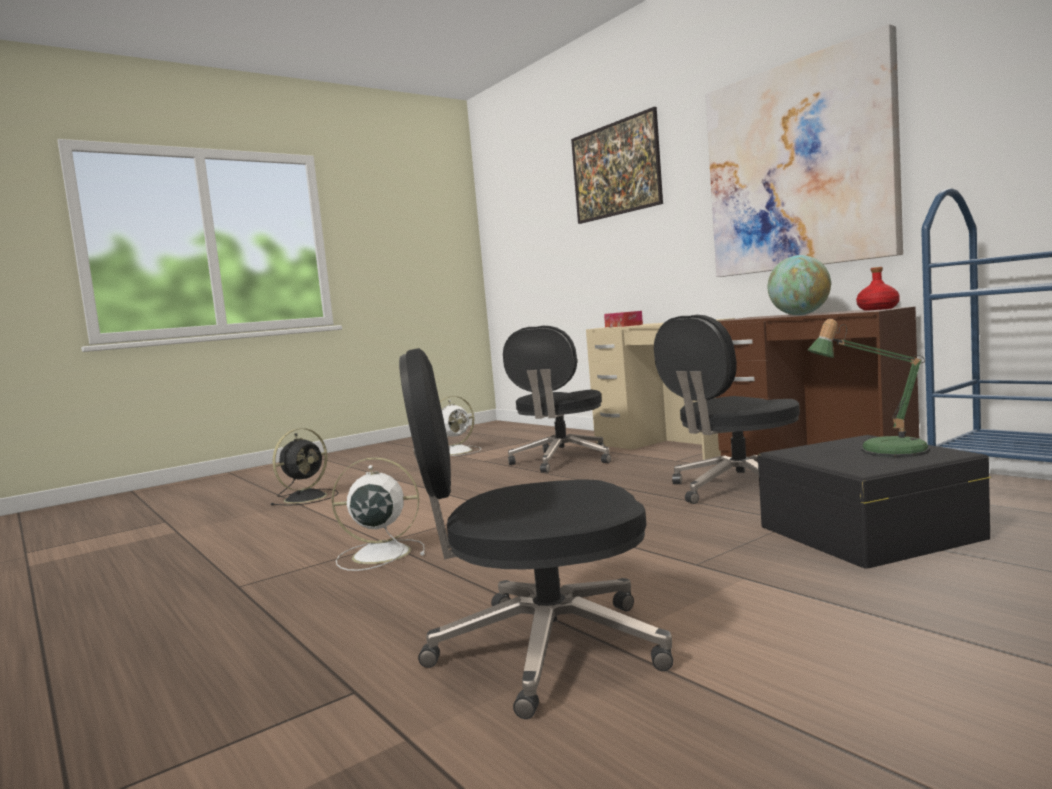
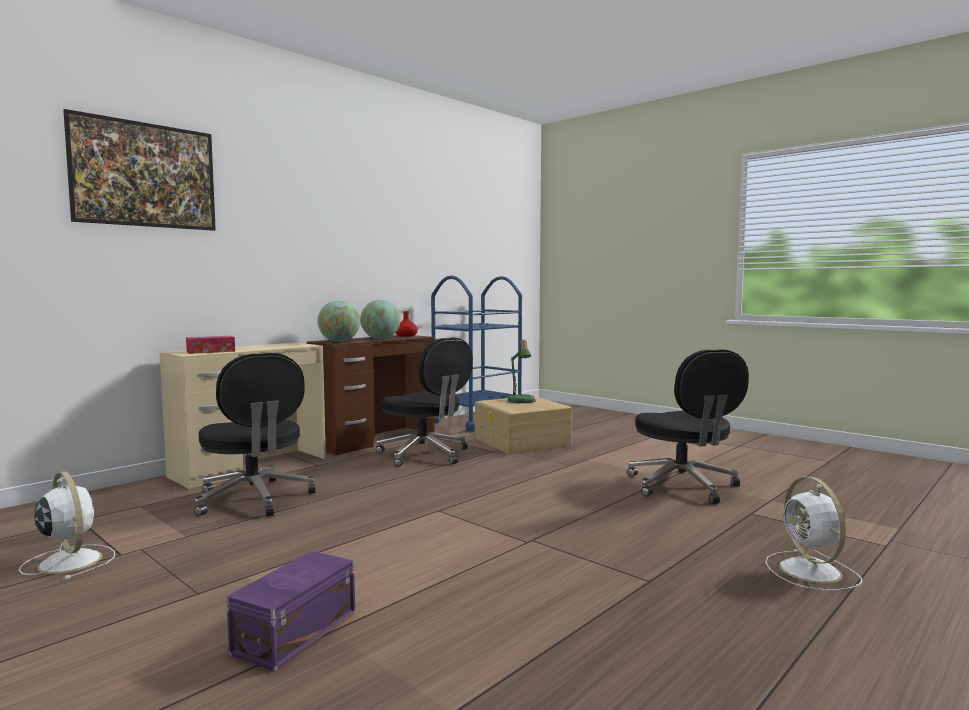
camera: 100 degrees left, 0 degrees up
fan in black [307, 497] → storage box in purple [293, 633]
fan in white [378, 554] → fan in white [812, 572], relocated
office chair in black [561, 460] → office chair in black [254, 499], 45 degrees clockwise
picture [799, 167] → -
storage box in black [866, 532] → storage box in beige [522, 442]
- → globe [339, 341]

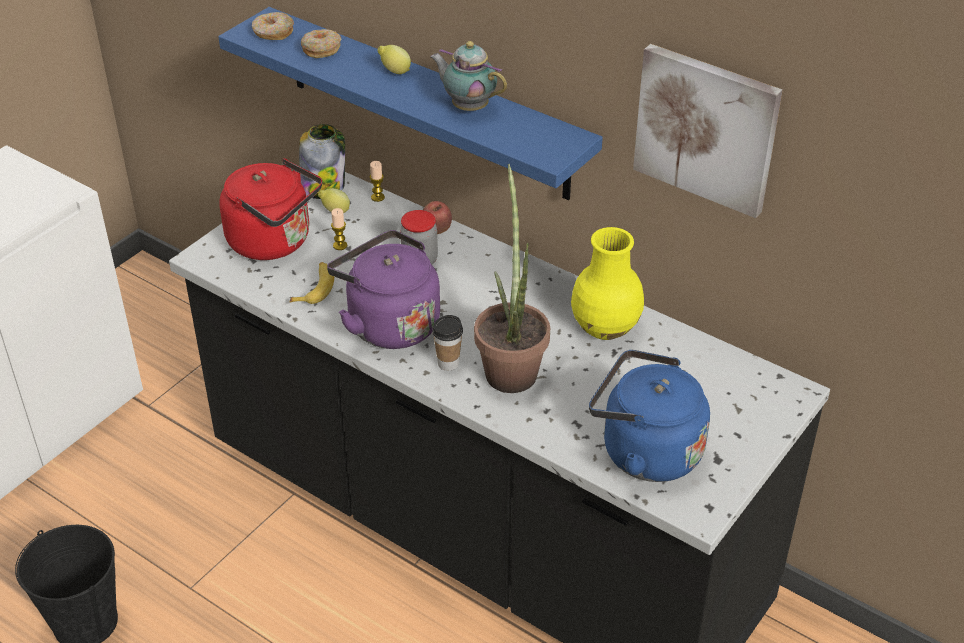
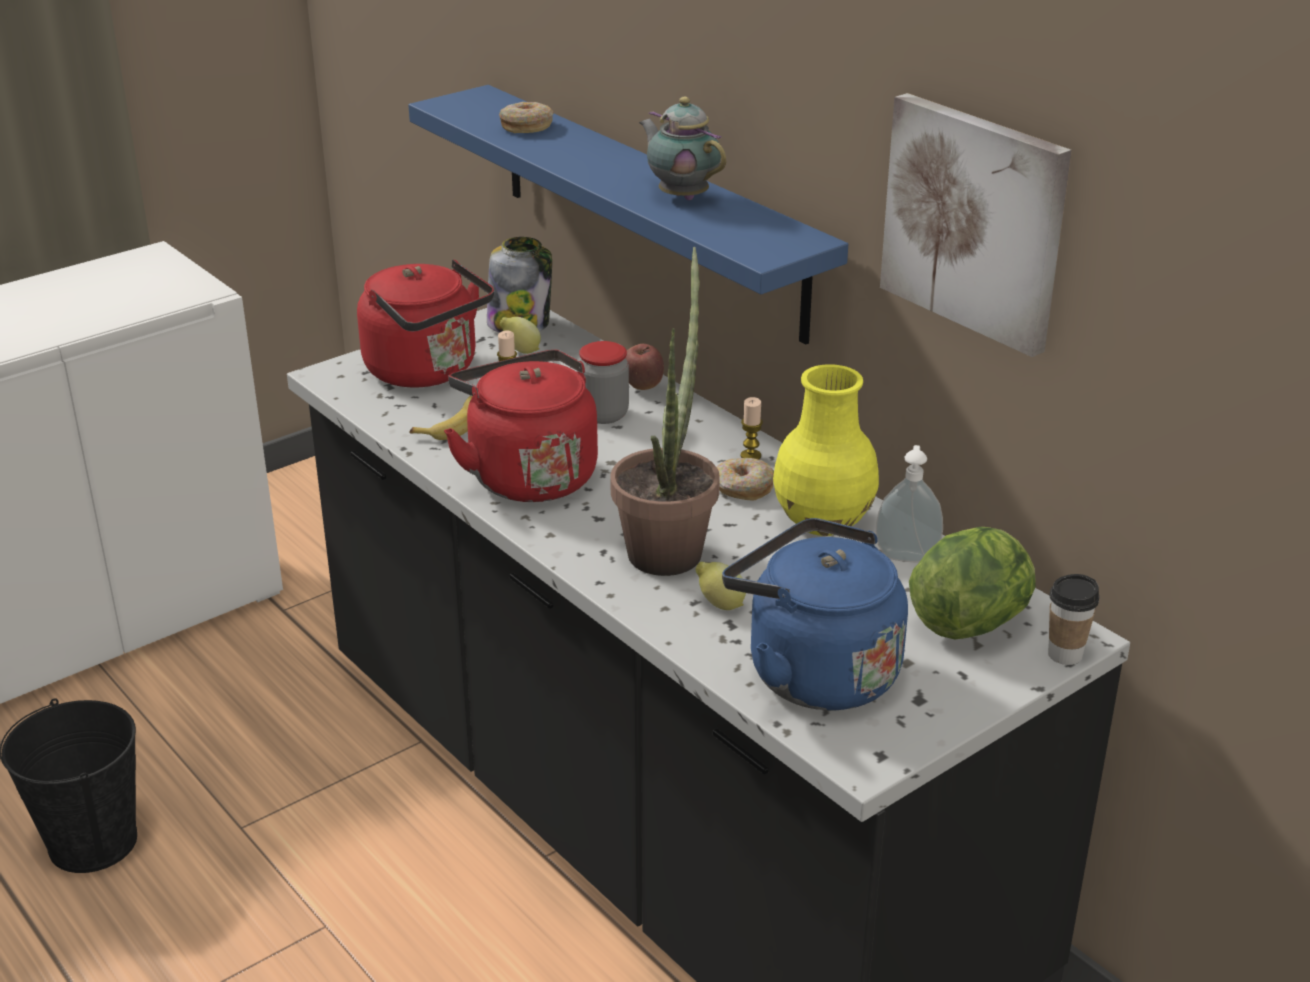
camera: 15 degrees right, 10 degrees down
donut [273, 33] → donut [742, 488], relocated
kettle in purple [389, 323] → kettle in red [528, 475]
candle [377, 197] → candle [750, 456], relocated
lemon [394, 72] → lemon [719, 604], relocated
cup [448, 363] → cup [1065, 655], relocated
- → soap dispenser [906, 555]
- → lettuce [972, 622]

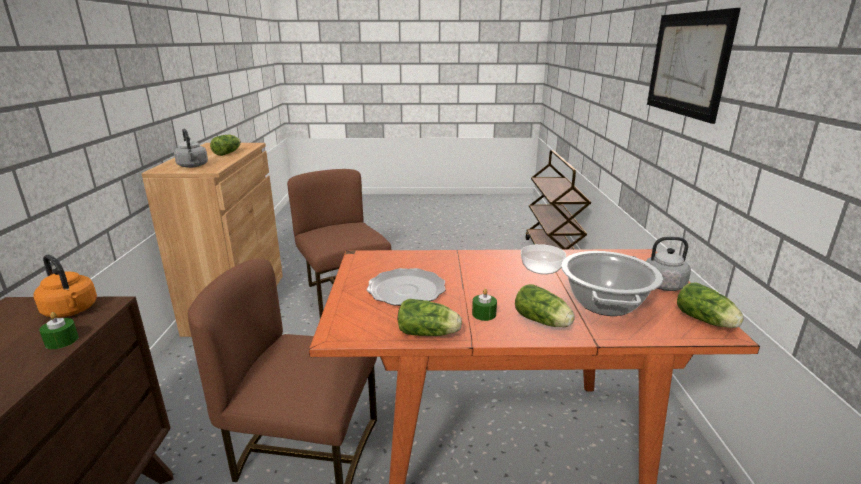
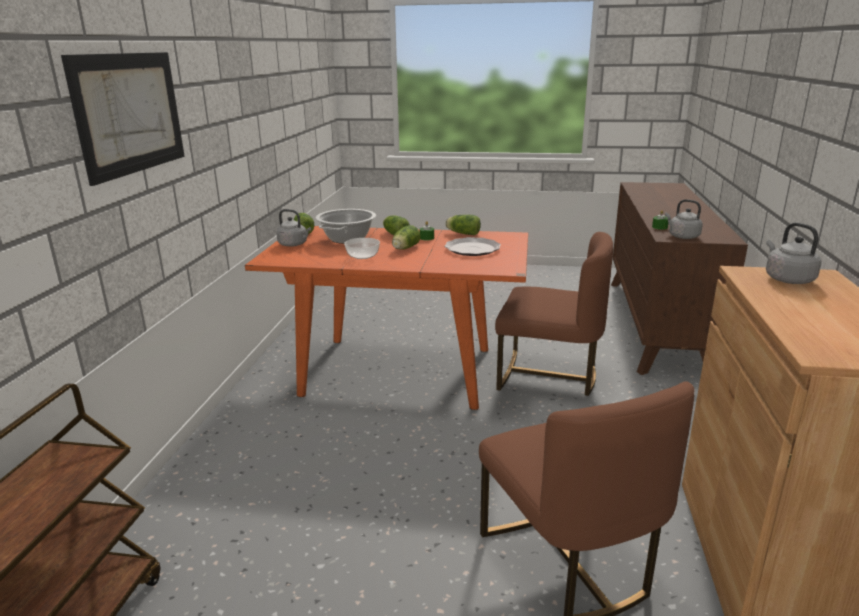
camera: 170 degrees left, 0 degrees up
kettle in orange [72, 311] → kettle in grey [682, 236]
lettuce [228, 153] → lettuce [404, 248], relocated

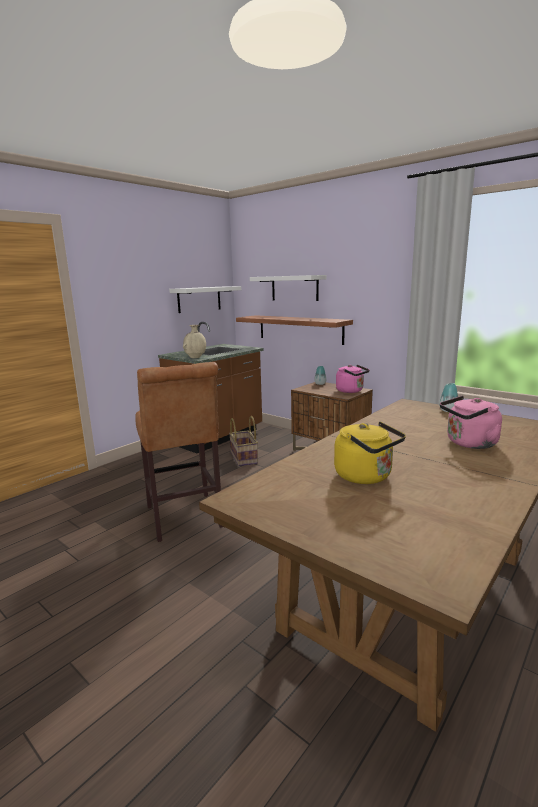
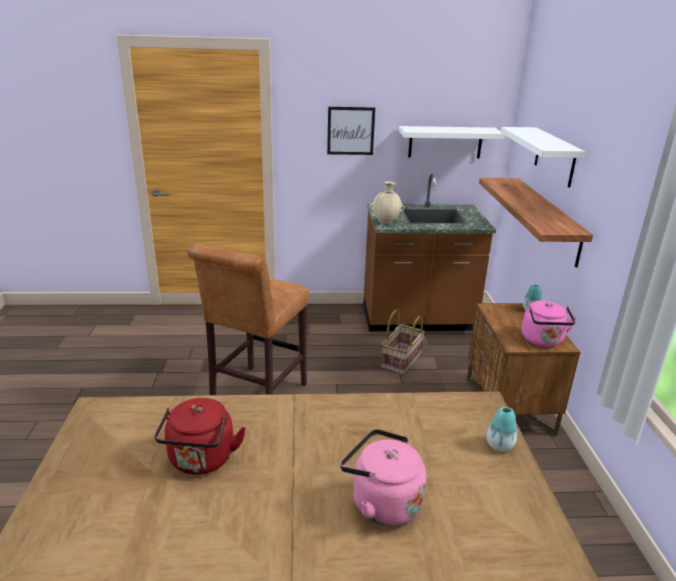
camera: 45 degrees right, 10 degrees up
kettle in yellow [366, 476] → kettle in red [201, 461]
- → picture [350, 131]

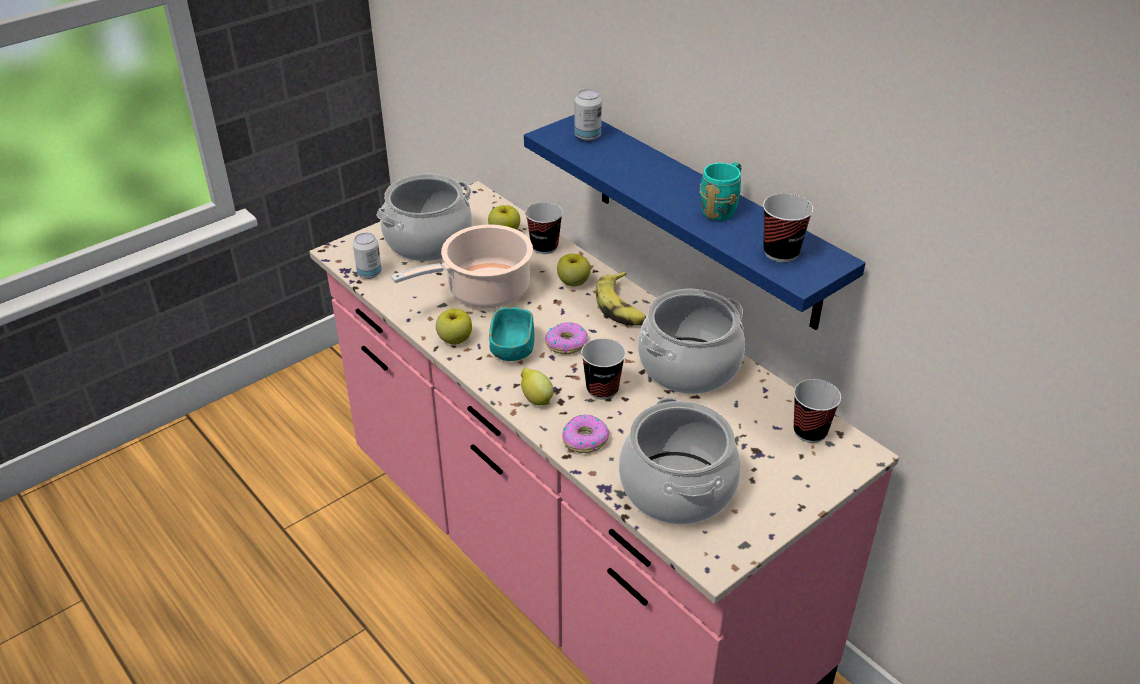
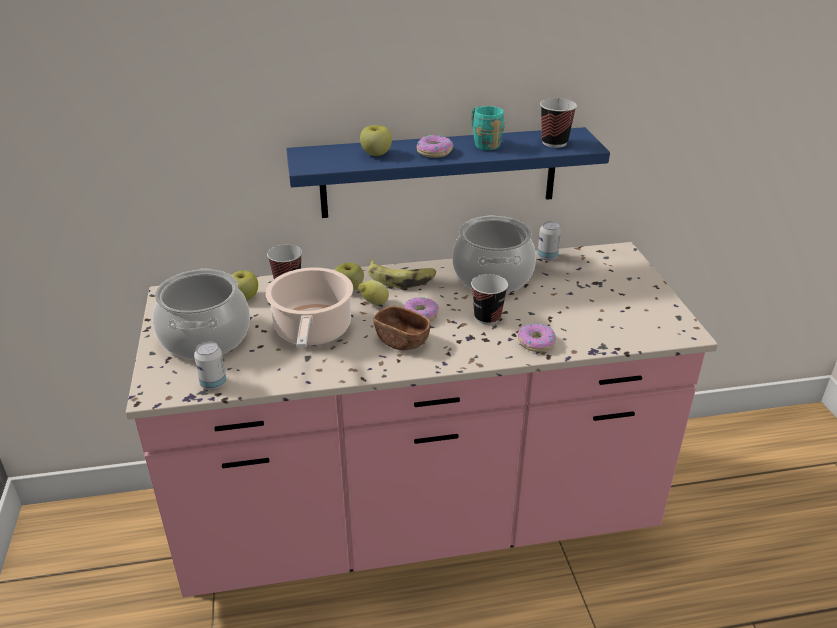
camera: 60 degrees left, 5 degrees down
apple [455, 339] → apple [376, 154], relocated
bowl in turquoise [512, 348] → bowl in brown [402, 341]
lemon [536, 399] → lemon [374, 303], relocated
can [587, 136] → can [547, 257], relocated
cooking pot [678, 488] → -
cup [810, 432] → -
- → donut [434, 152]

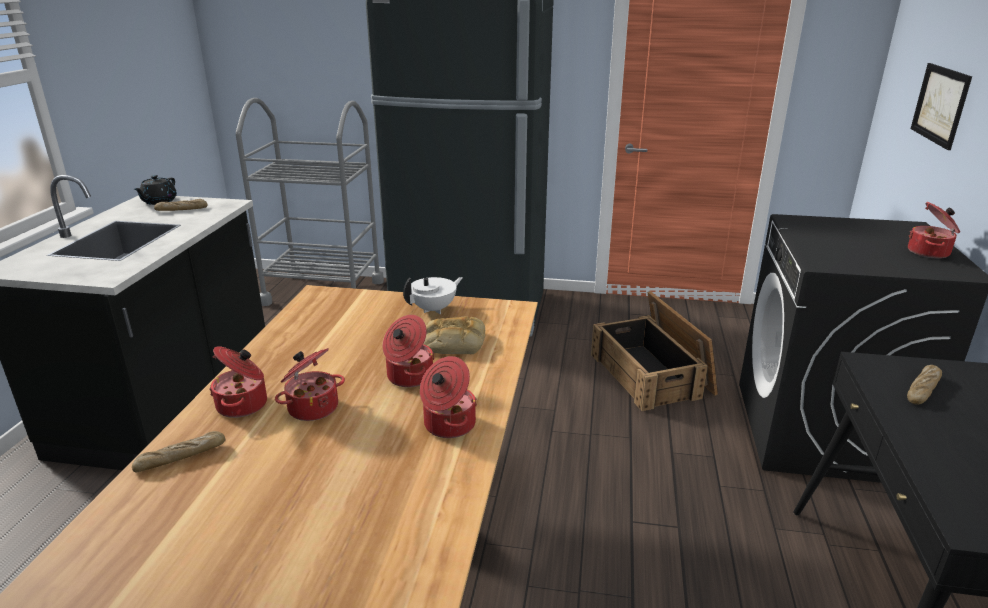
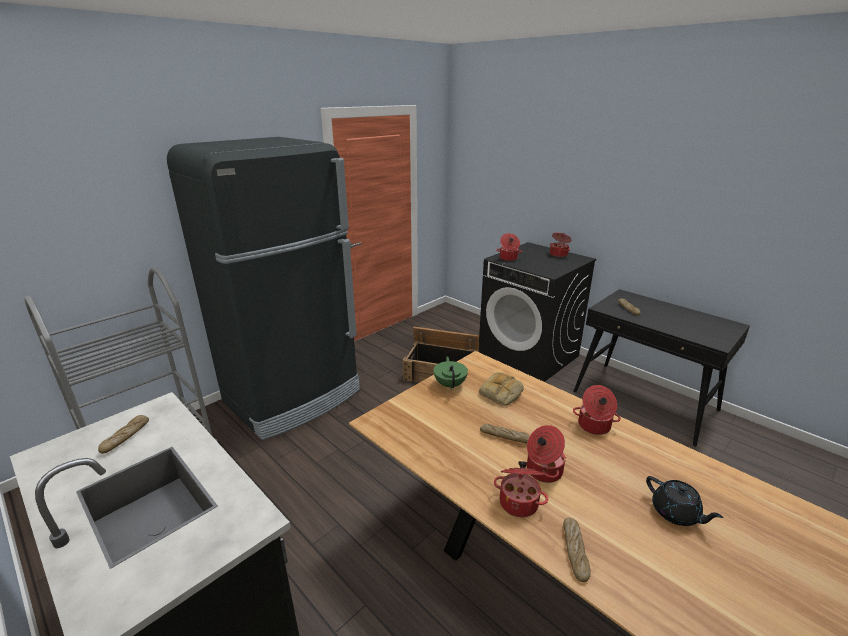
camera: 55 degrees left, 0 degrees up
teapot in black [158, 201] → teapot in black [675, 513], relocated
cooking pot [408, 376] → cooking pot [508, 258], relocated
teapot in white [434, 309] → teapot in green [450, 384]
picture [940, 104] → -
- → bread [504, 437]

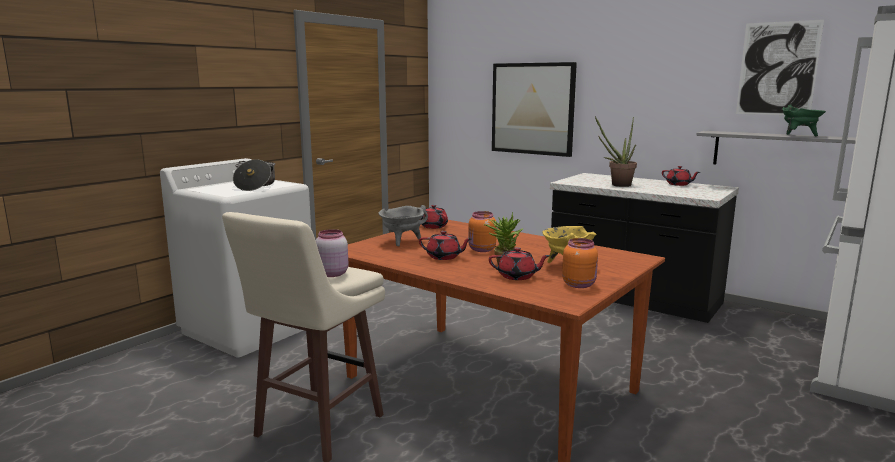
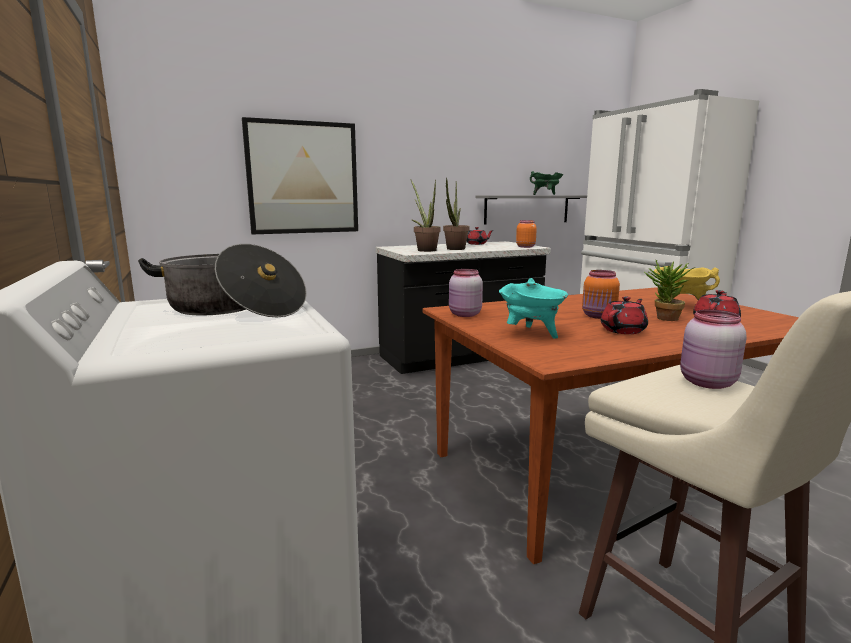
camera: 60 degrees left, 0 degrees up
cooking pot in grey [402, 242] → cooking pot in turquoise [531, 334]
teapot in red [433, 226] → jar in pink [464, 314]
jar in orange [579, 284] → jar in orange [525, 247], relocated
picture [777, 69] → -
- → potted plant [424, 250]

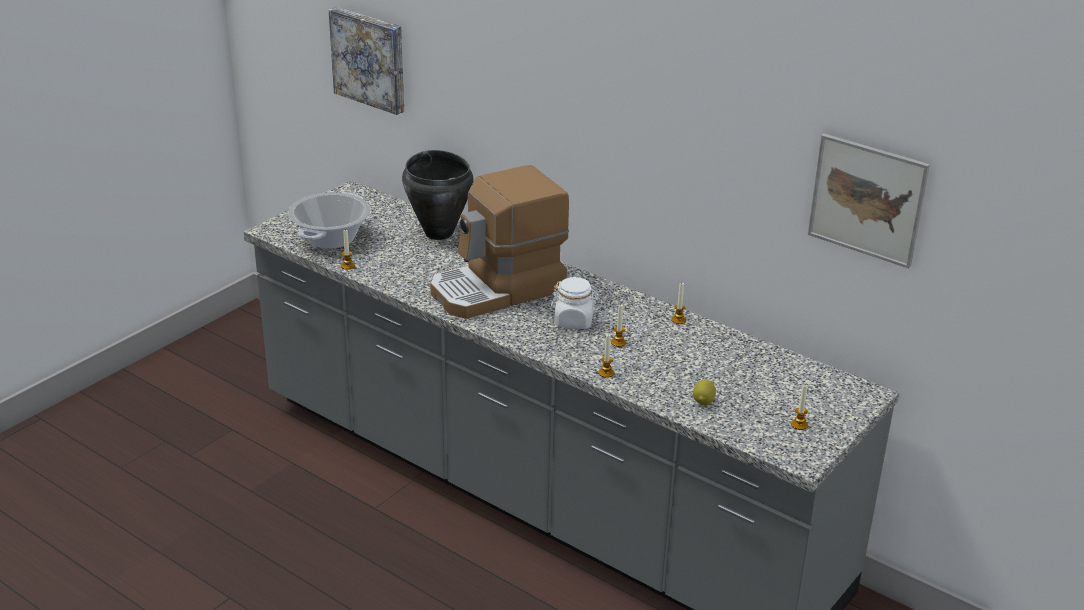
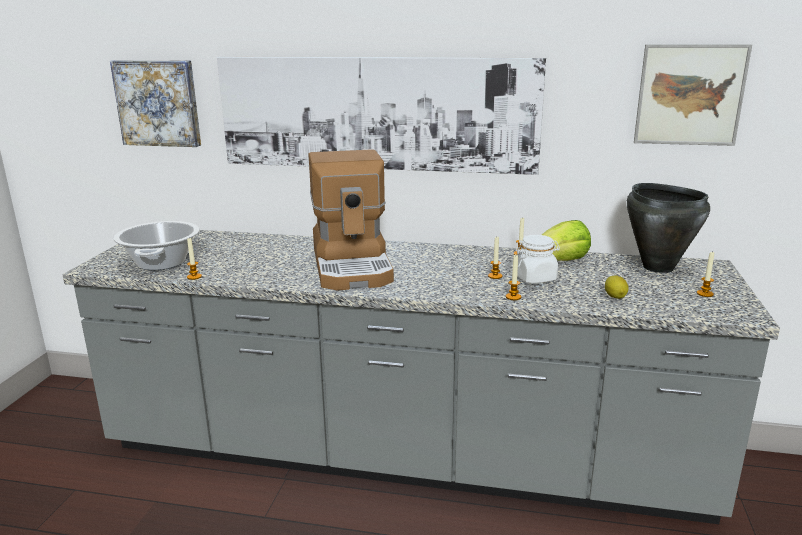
camera: 25 degrees left, 10 degrees down
cooking pot in black [439, 233] → cooking pot in black [657, 267], relocated
coffee machine [498, 290] → coffee machine [353, 265], 45 degrees counterclockwise
jar in white [574, 321] → jar in white [535, 278], relocated
- → picture [376, 113]
- → lettuce [561, 261]

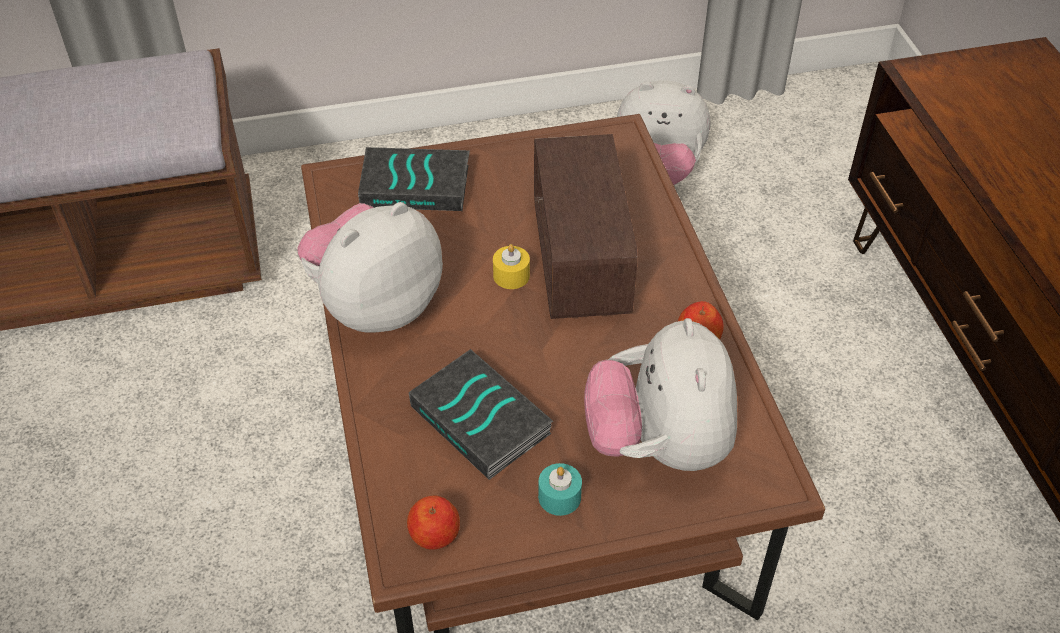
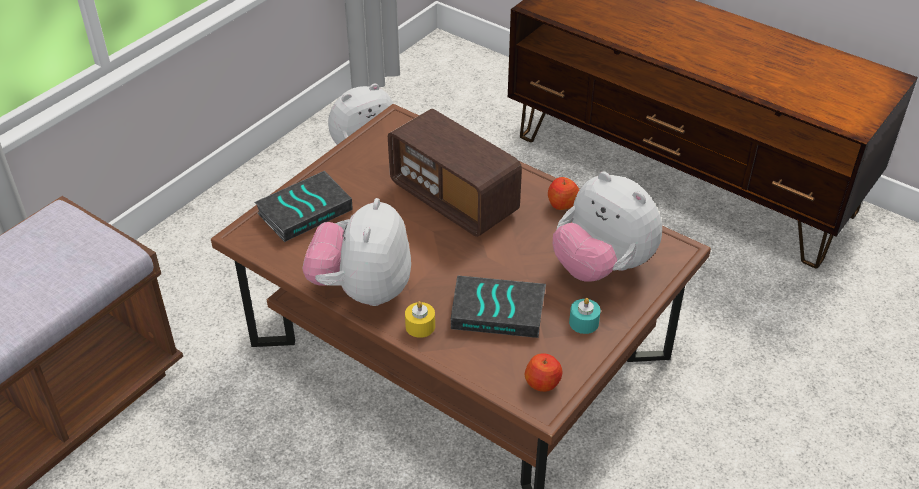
camera: 40 degrees left, 5 degrees down
candle in yellow [511, 275] → candle in yellow [420, 326], relocated

